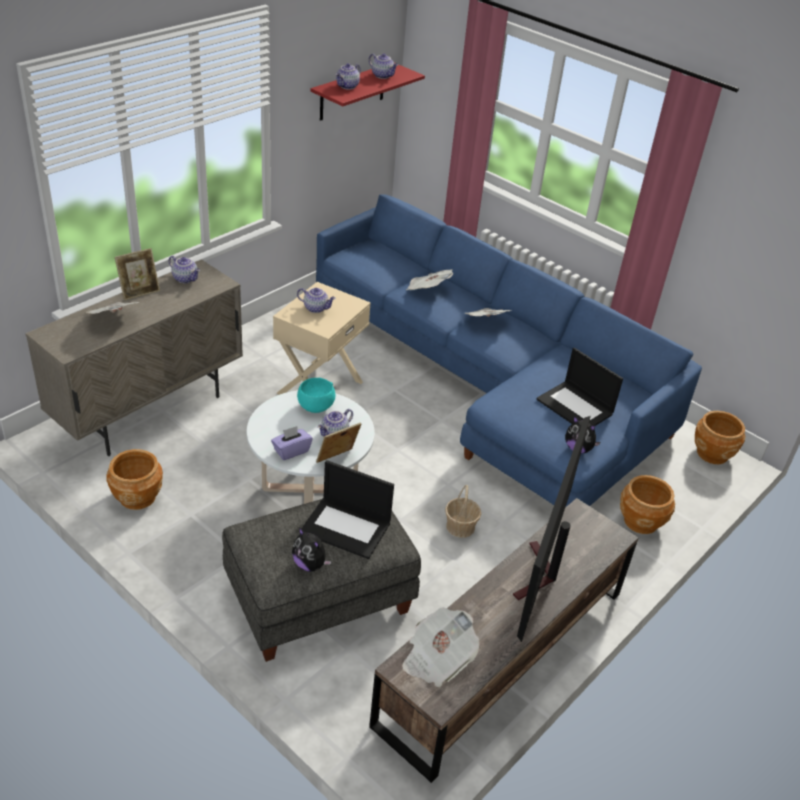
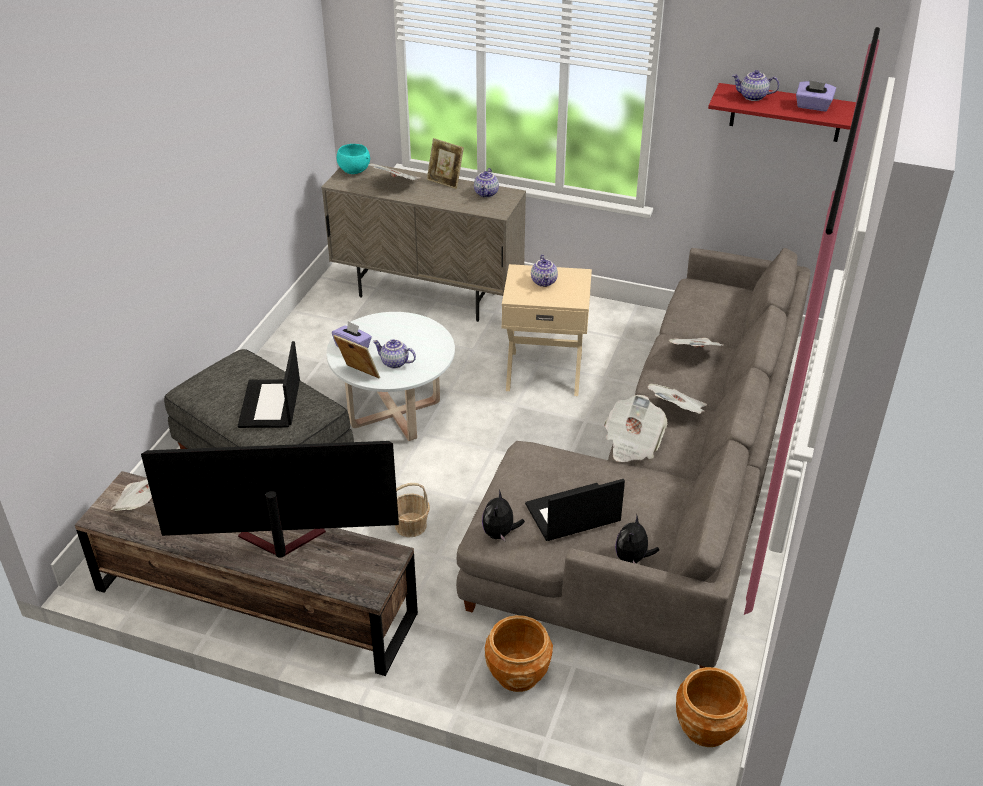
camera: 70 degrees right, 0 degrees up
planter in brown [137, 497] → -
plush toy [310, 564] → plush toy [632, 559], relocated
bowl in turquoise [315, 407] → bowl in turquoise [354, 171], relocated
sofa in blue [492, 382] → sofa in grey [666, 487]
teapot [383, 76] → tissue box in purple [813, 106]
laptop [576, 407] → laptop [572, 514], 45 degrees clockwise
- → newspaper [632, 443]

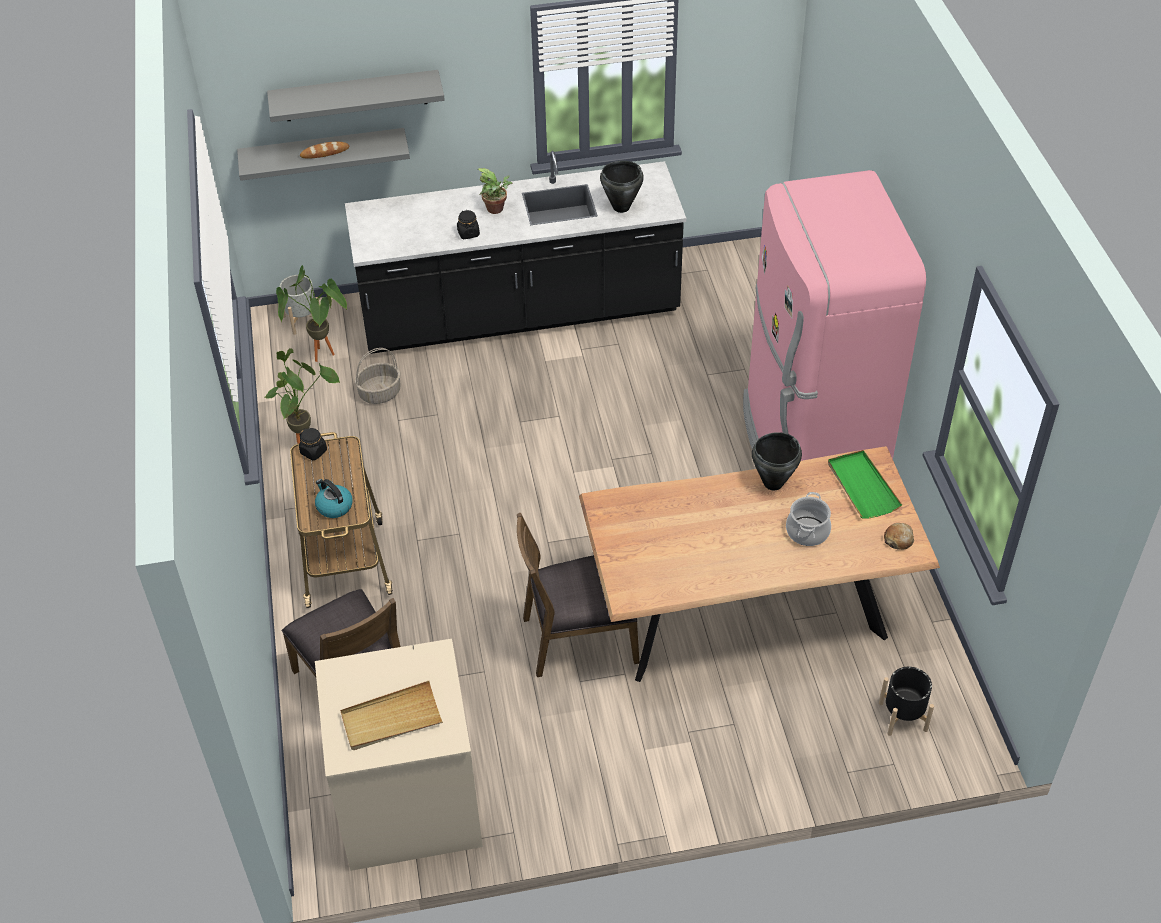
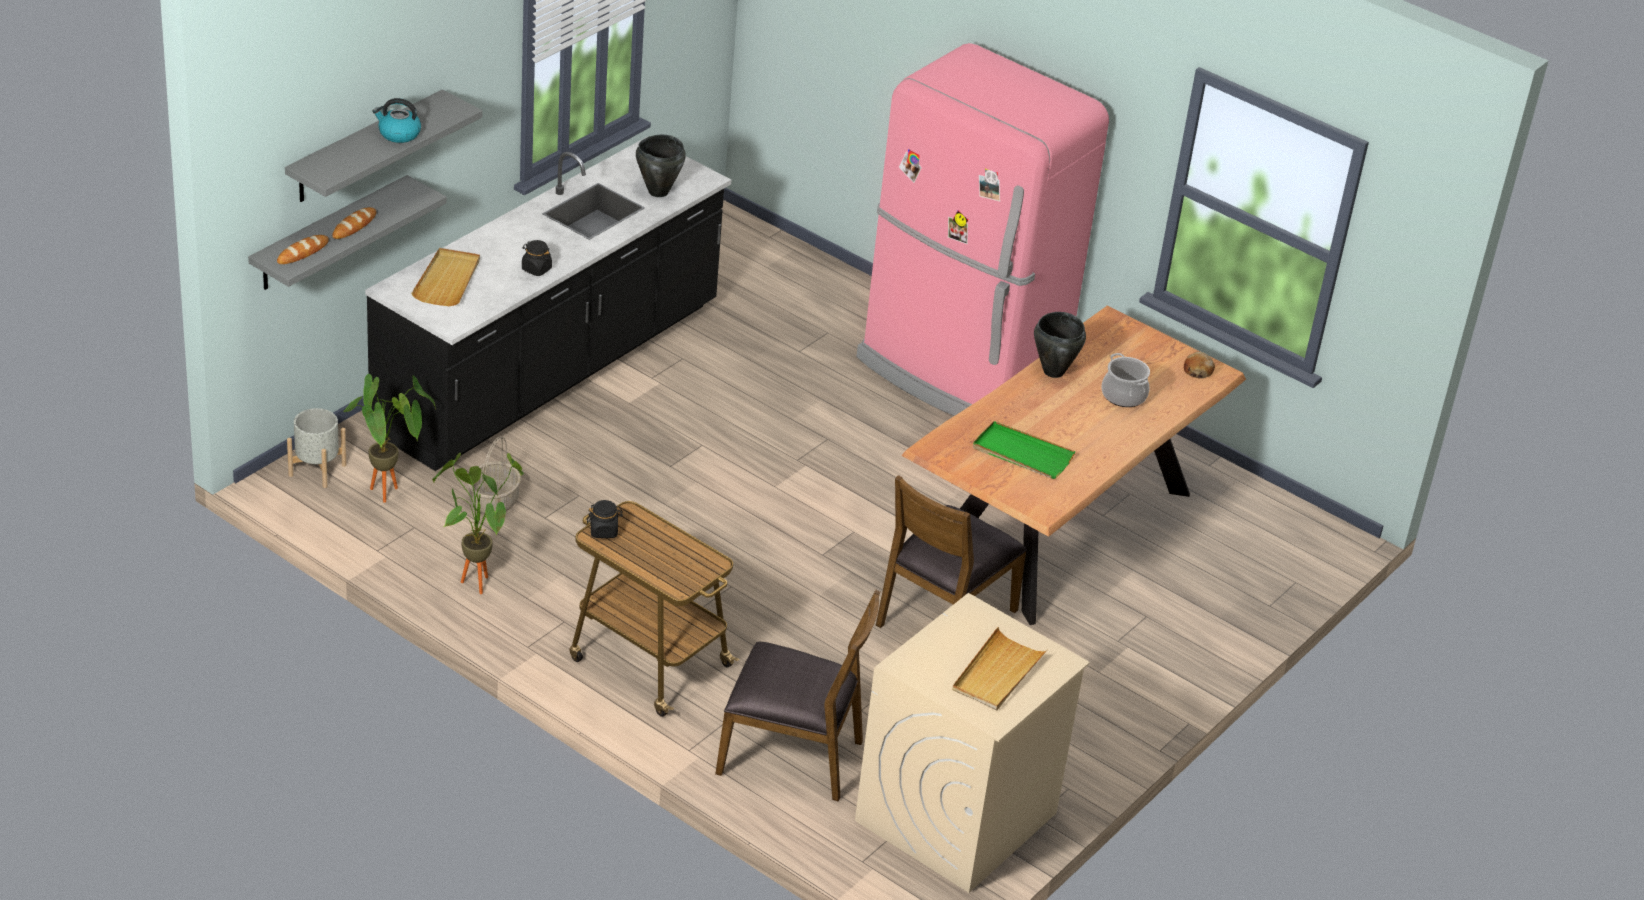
camera: 45 degrees left, 10 degrees down
kettle [334, 506] → kettle [398, 134], relocated
potted plant [497, 209] → -
tray in green [862, 486] → tray in green [1022, 454], relocated
planter in black [903, 716] → -
- → bread [303, 252]
- → tray in beige [447, 280]

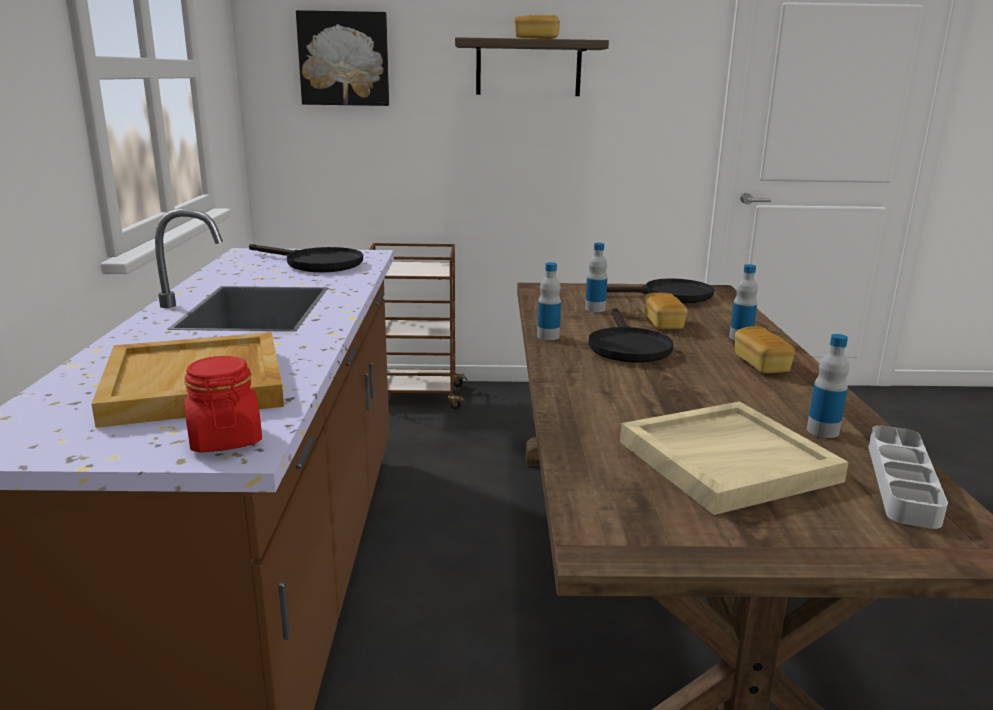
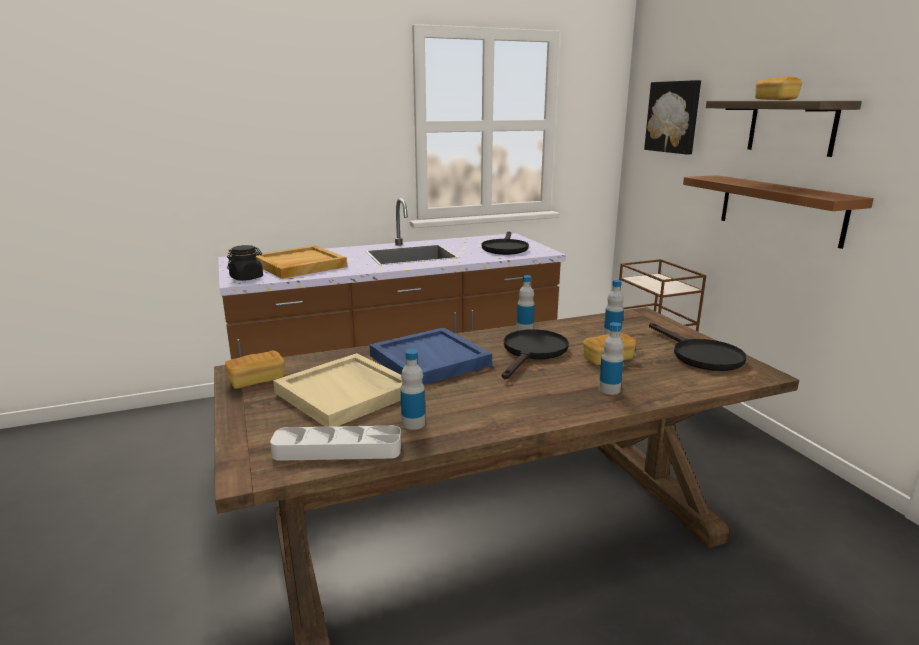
camera: 70 degrees right, 0 degrees up
jar in red [225, 439] → jar in black [247, 278]
frying pan in black [627, 346] → frying pan in black [532, 352], 135 degrees clockwise
bread [761, 364] → bread [257, 381], relocated
- → tray in blue [428, 360]
- → shelf in brown [780, 209]

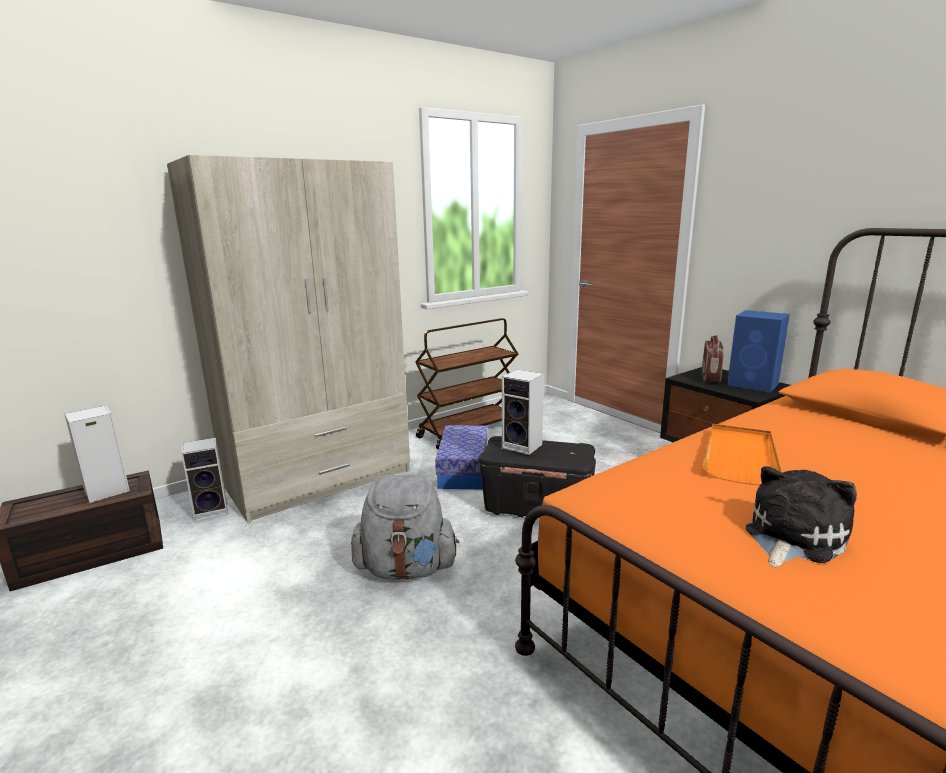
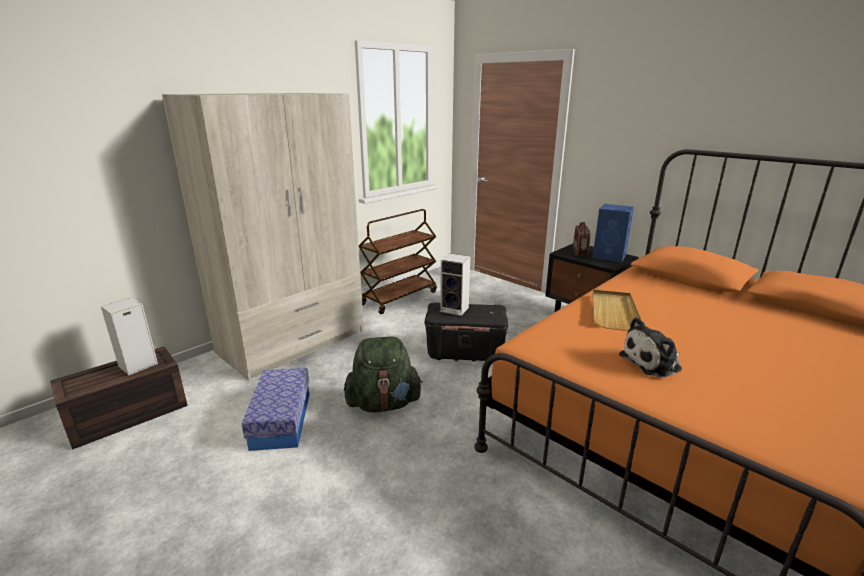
camera: 10 degrees left, 5 degrees up
speaker [212, 511] → -
backpack in grey [406, 569] → backpack in green [383, 404]
storage box [463, 470] → storage box [281, 420], relocated
tray in orange [740, 457] → tray in beige [613, 312]
plush toy [791, 537] → plush toy [653, 362], 150 degrees counterclockwise

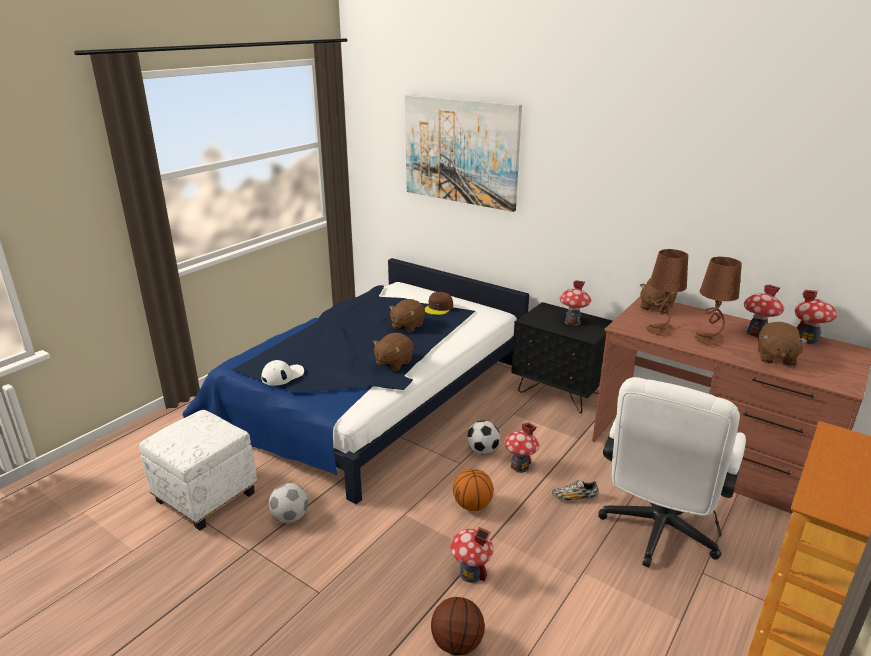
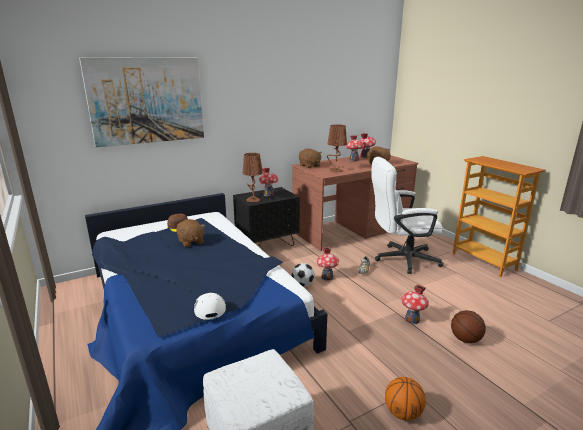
camera: 65 degrees left, 5 degrees down
football [290, 517] → -
plush toy in brown [393, 363] → -
basketball [472, 505] → basketball [402, 413], relocated
office chair in white [657, 533] → office chair in white [401, 259], 120 degrees clockwise
table lamp in brown [709, 339] → table lamp in brown [252, 200], relocated

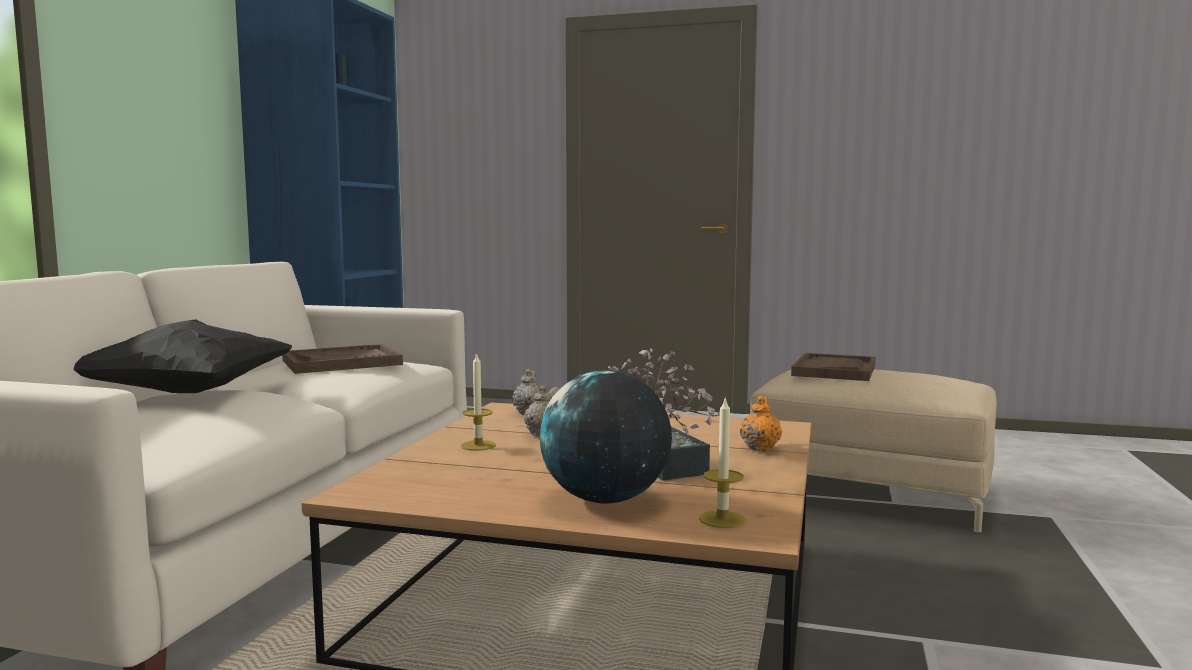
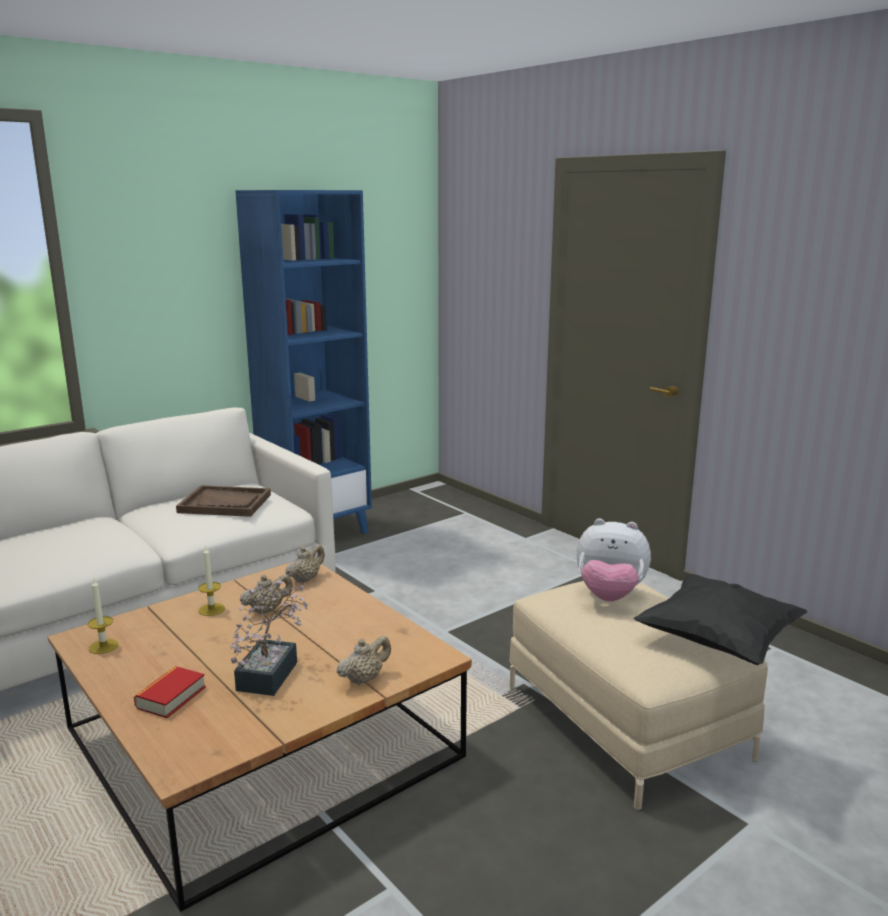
camera: 35 degrees right, 10 degrees up
pillow in black [187, 394] → pillow in black [717, 642], relocated
globe [606, 500] → book [171, 697]
candle [722, 519] → candle [103, 646], relocated
teapot in orange [760, 448] → teapot in beige [364, 679]
tray in brown [834, 370] → plush toy [609, 596]

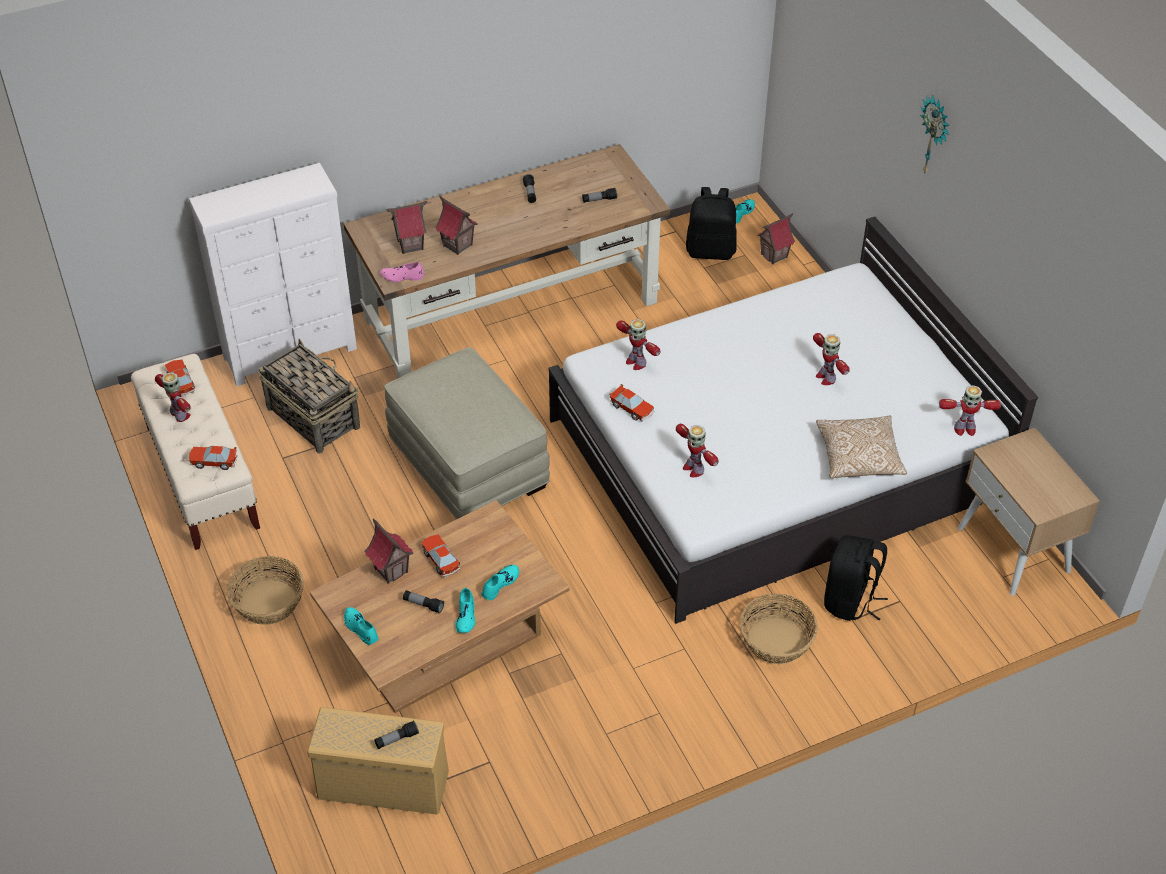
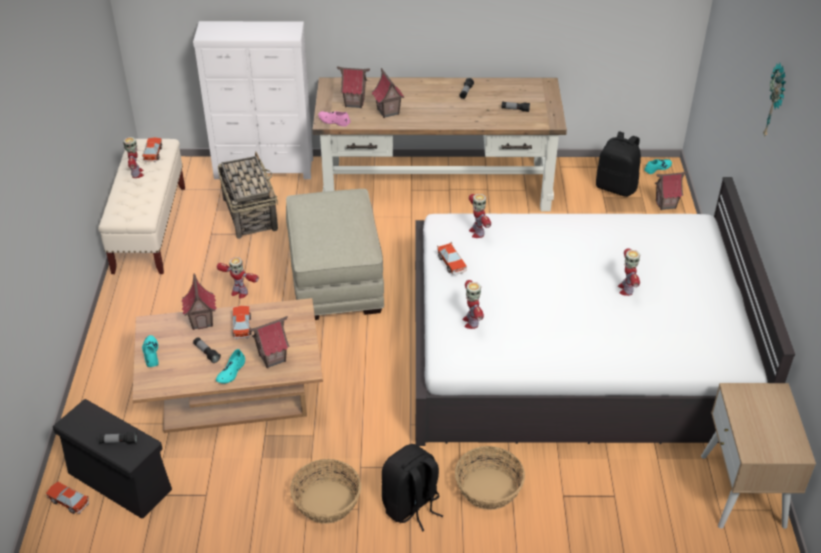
camera: 25 degrees right, 5 degrees down
toy car [214, 462] → toy car [68, 501], relocated
basket [268, 602] → basket [326, 502], relocated
storage box in beige [385, 785] → storage box in black [121, 482]
shoe in turquoise [500, 584] → toy house [272, 358]
pillow [859, 457] → -
backpack in black [850, 601] → backpack in black [411, 506], relocated
toy robot [964, 429] → toy robot [239, 292], relocated

